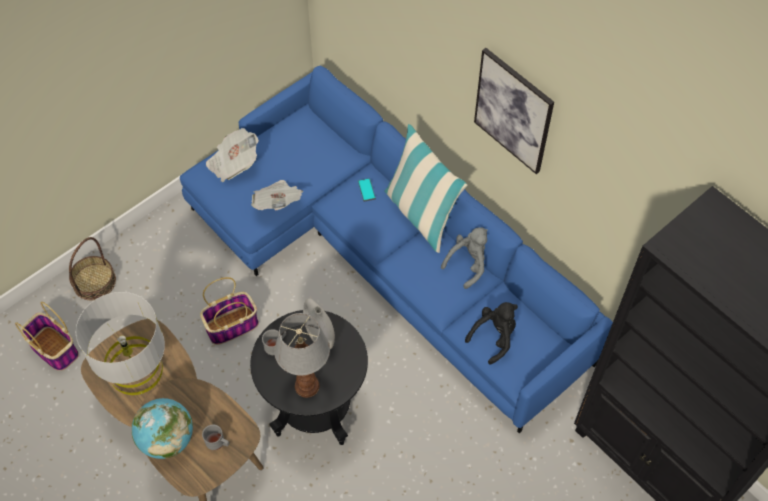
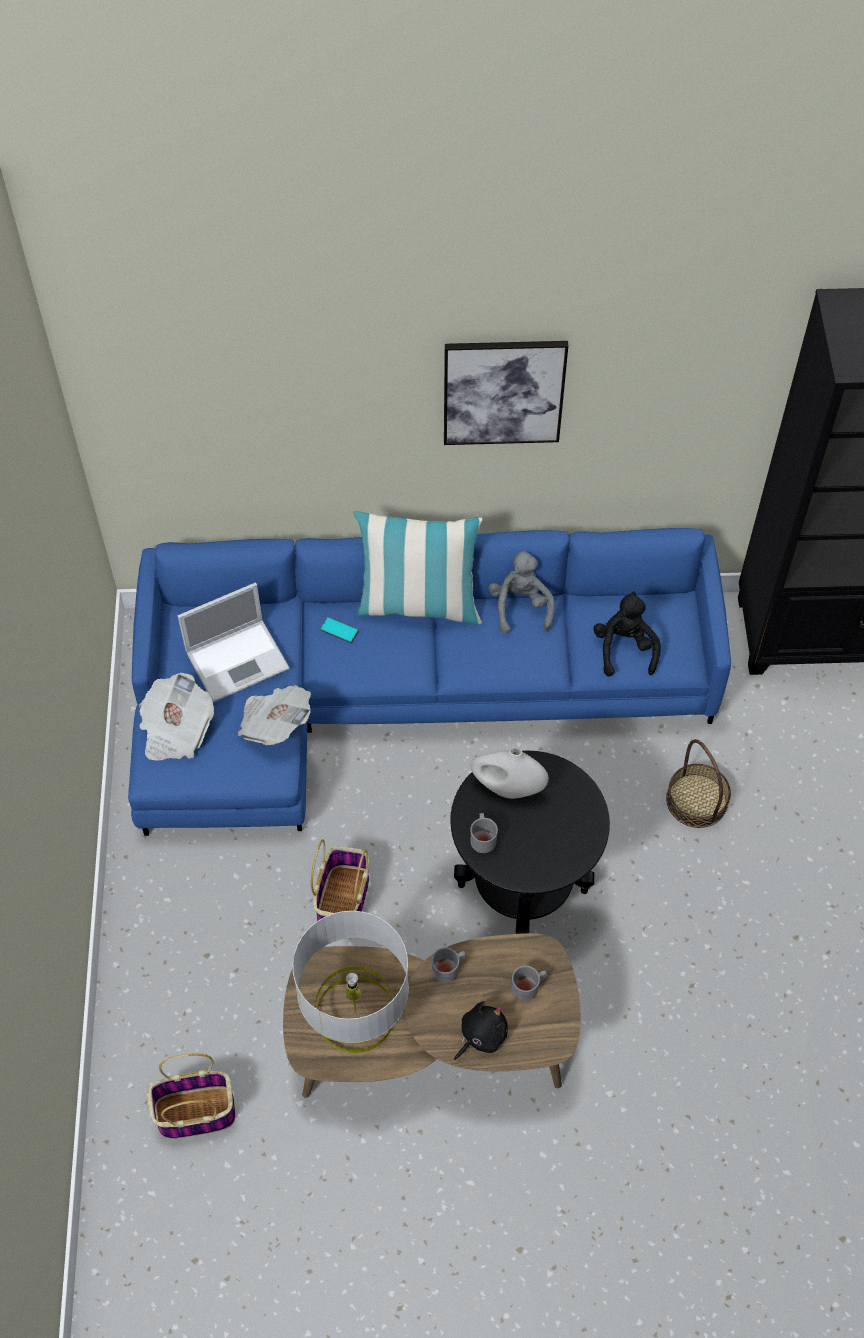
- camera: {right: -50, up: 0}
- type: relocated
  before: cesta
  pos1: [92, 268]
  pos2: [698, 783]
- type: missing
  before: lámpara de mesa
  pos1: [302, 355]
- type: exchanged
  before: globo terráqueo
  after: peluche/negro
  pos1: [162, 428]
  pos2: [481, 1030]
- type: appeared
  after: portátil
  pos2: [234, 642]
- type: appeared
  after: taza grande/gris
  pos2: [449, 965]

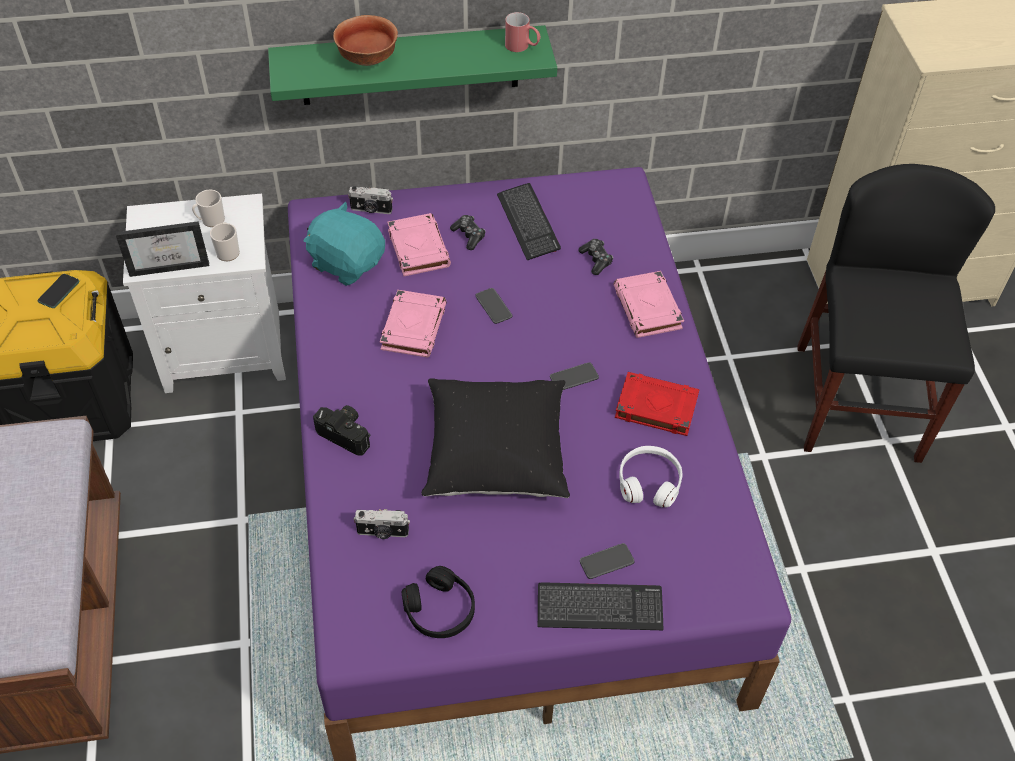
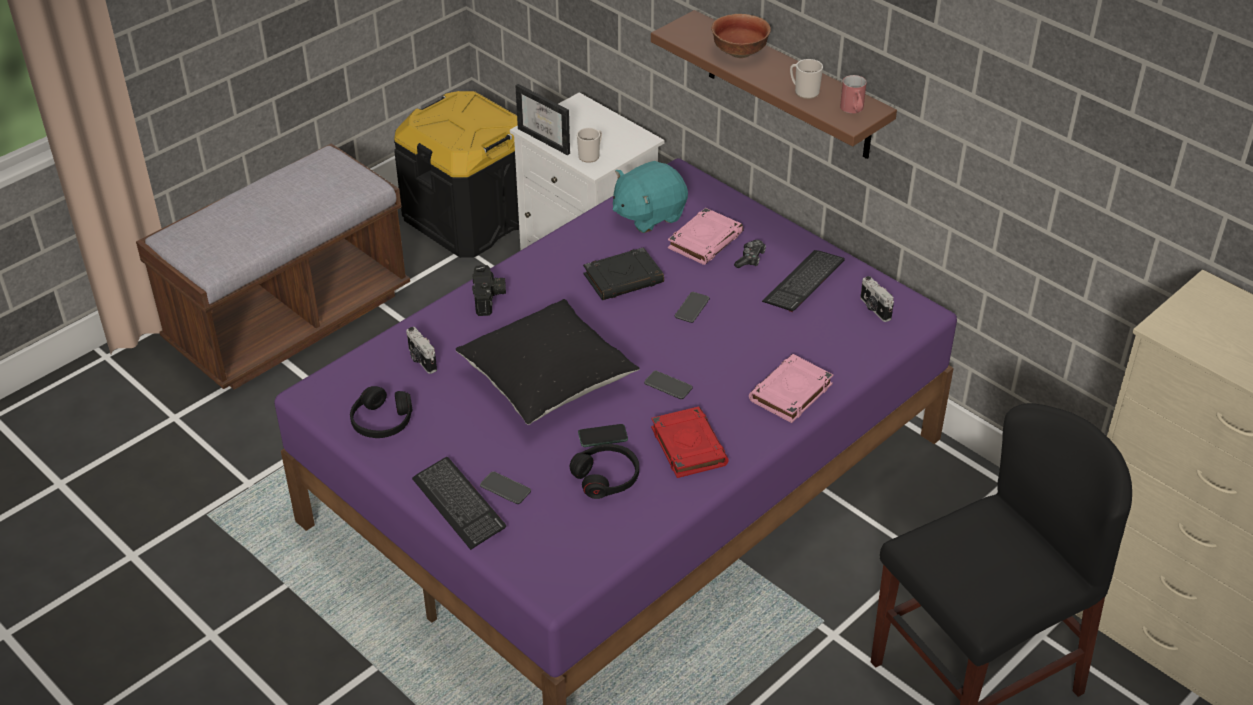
- camera: {right: 55, up: -10}
- type: colour
  before: estante/verde
  after: estante/marrón
  pos1: [412, 65]
  pos2: [774, 84]
- type: relocated
  before: cámara
  pos1: [370, 200]
  pos2: [877, 299]
- type: relocated
  before: taza grande
  pos1: [208, 208]
  pos2: [806, 79]
- type: spun
  before: peluche/turquesa
  pos1: [344, 243]
  pos2: [650, 197]
  turn: -120
- type: missing
  before: mando de consola
  pos1: [595, 257]
- type: relocated
  before: móvil
  pos1: [58, 291]
  pos2: [603, 435]
- type: colour
  before: libro/rosa
  after: libro/negro
  pos1: [413, 324]
  pos2: [623, 273]
- type: colour
  before: auriculares/blanco
  after: auriculares/negro
  pos1: [651, 477]
  pos2: [604, 471]

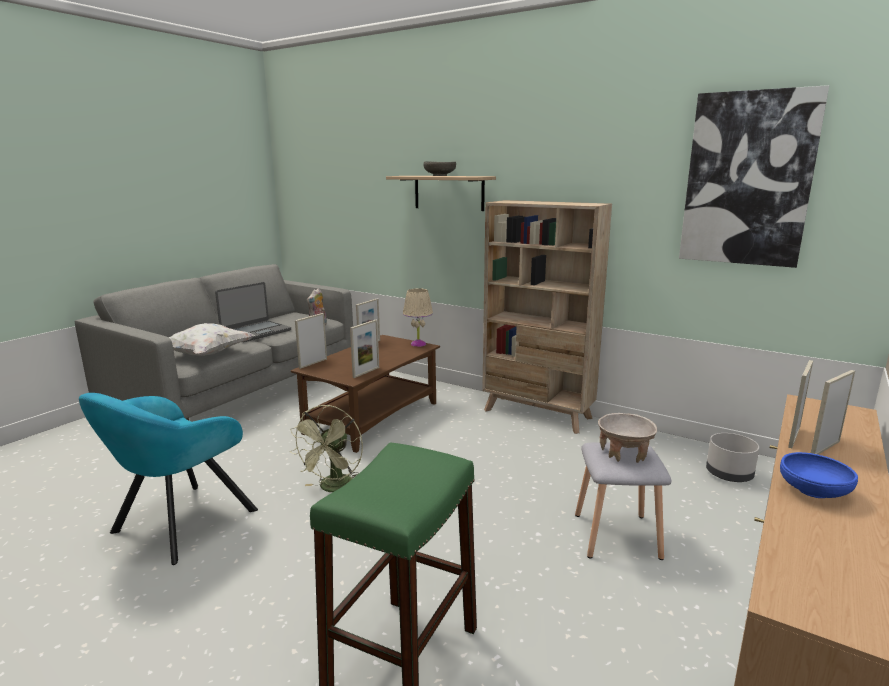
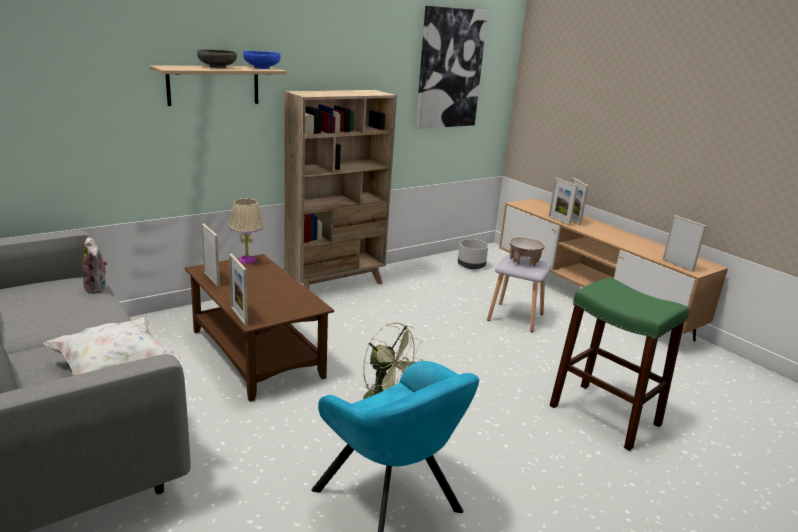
- camera: {right: -70, up: 5}
- type: missing
  before: portátil
  pos1: [253, 312]
- type: relocated
  before: portarretratos
  pos1: [364, 349]
  pos2: [684, 243]
- type: relocated
  before: cuenco/azul
  pos1: [819, 475]
  pos2: [262, 60]

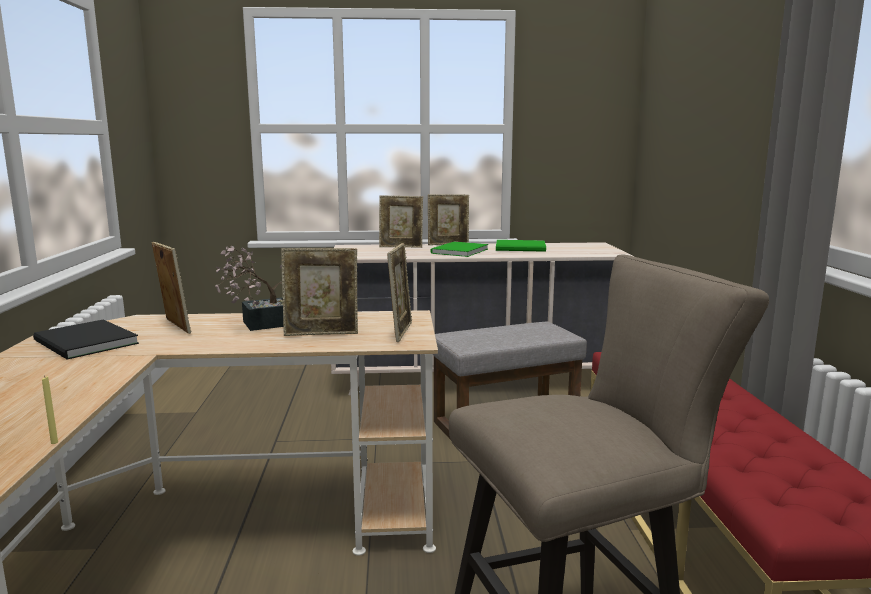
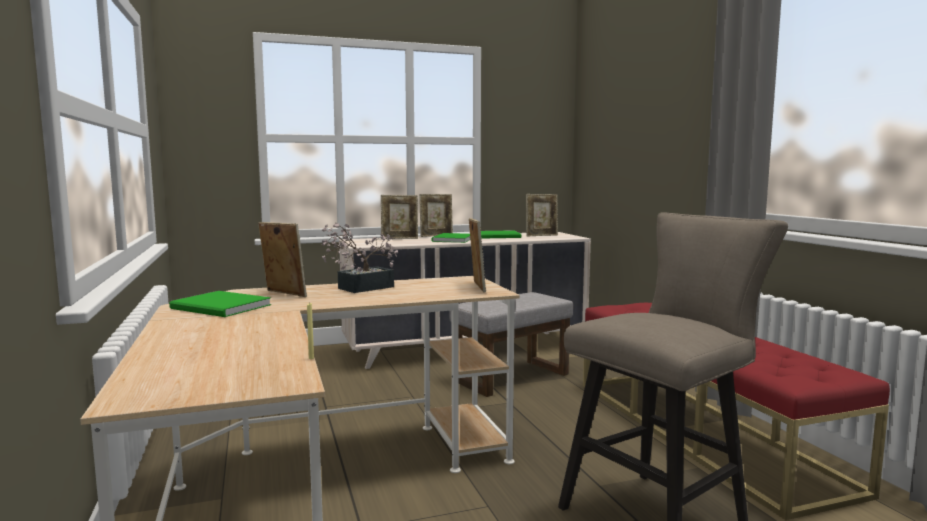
- camera: {right: -15, up: -5}
- type: relocated
  before: portarretratos
  pos1: [319, 292]
  pos2: [542, 215]
- type: colour
  before: libro/negro
  after: libro/verde
  pos1: [86, 340]
  pos2: [220, 304]

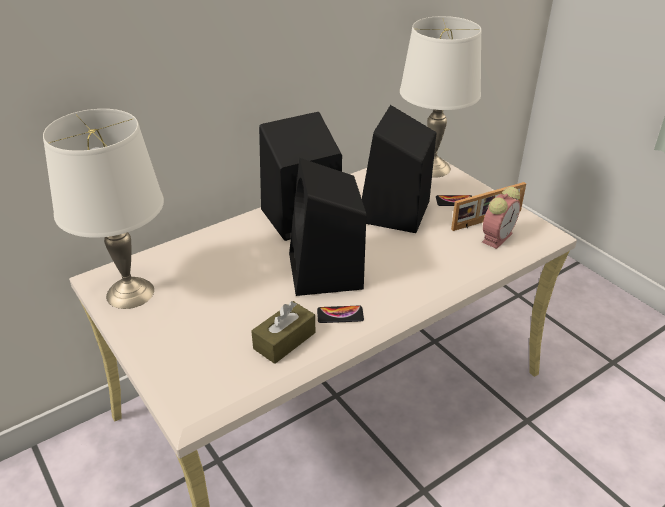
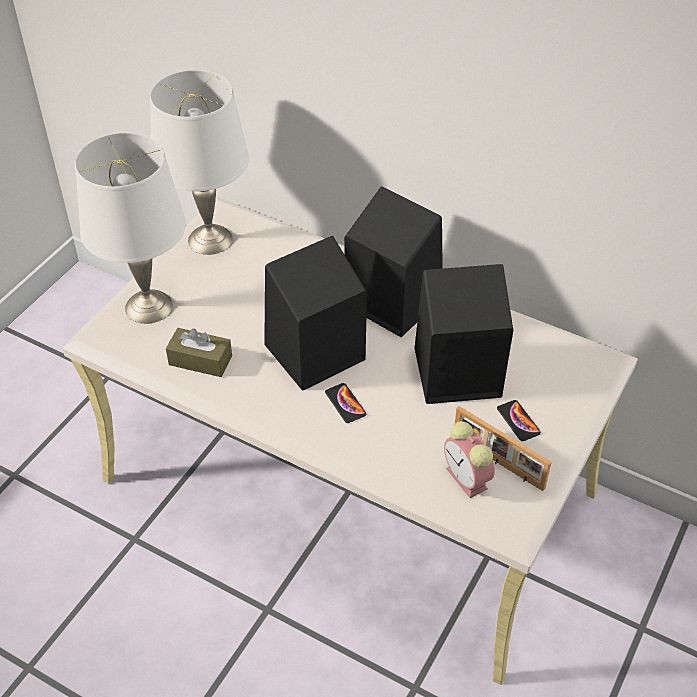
- camera: {right: 65, up: 10}
- type: relocated
  before: lámpara de mesa/blanco
  pos1: [440, 97]
  pos2: [130, 228]
- type: spun
  before: despertador
  pos1: [501, 218]
  pos2: [469, 459]
  turn: 45
- type: relocated
  before: móvil
  pos1: [340, 314]
  pos2: [345, 403]

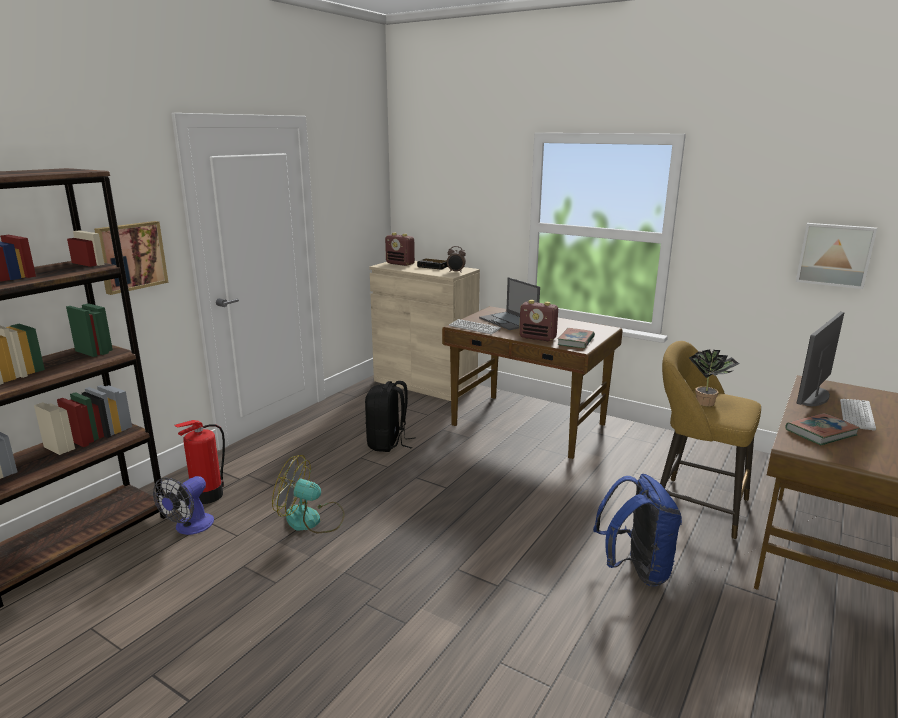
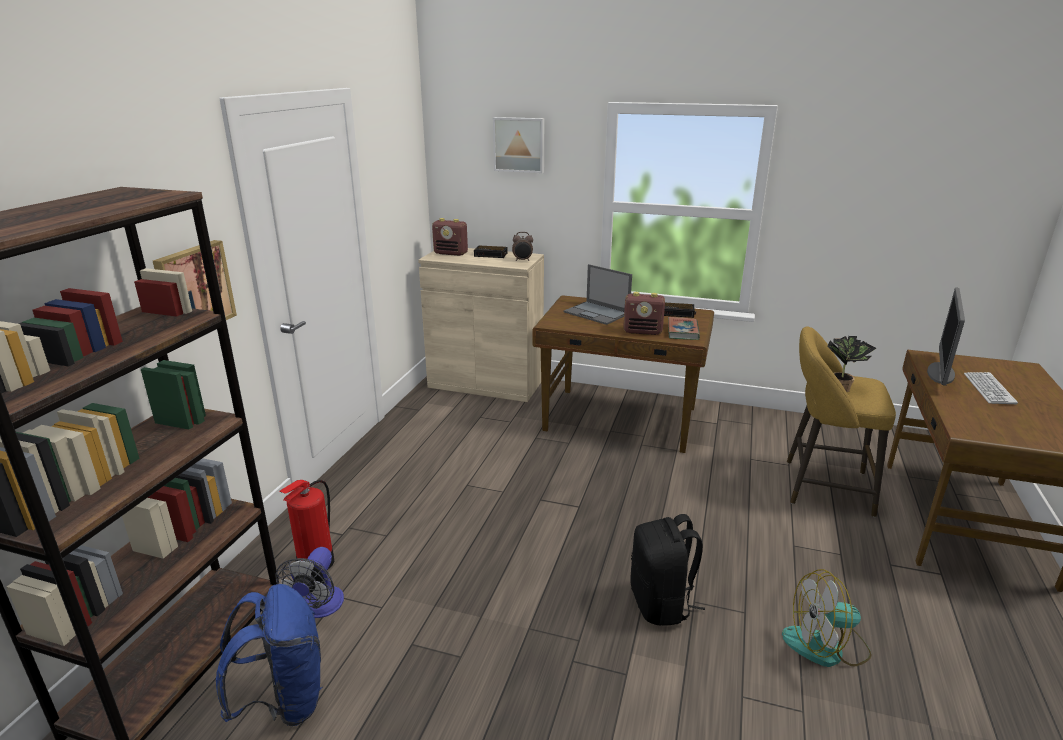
- camera: {right: -15, up: 5}
- type: relocated
  before: cuadro
  pos1: [836, 256]
  pos2: [518, 145]
- type: missing
  before: teclado
  pos1: [475, 326]
- type: relocated
  before: mochila/negro
  pos1: [390, 416]
  pos2: [668, 570]
- type: missing
  before: libro
  pos1: [822, 429]
- type: relocated
  before: ventilador
  pos1: [308, 494]
  pos2: [826, 618]
- type: relocated
  before: mochila/azul
  pos1: [637, 530]
  pos2: [269, 655]
- type: appeared
  after: despertador
  pos2: [680, 310]

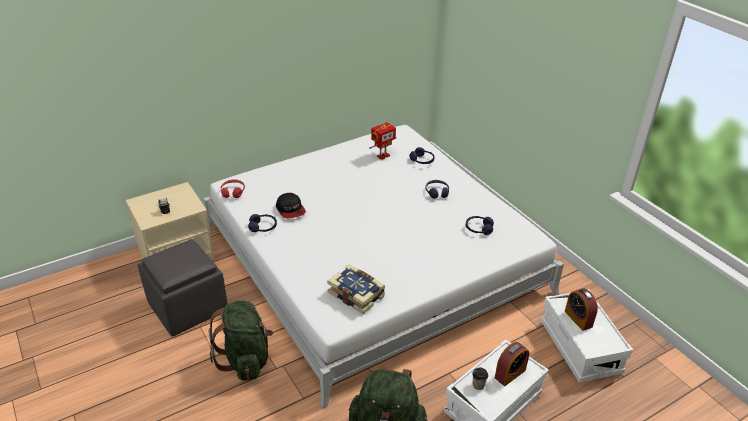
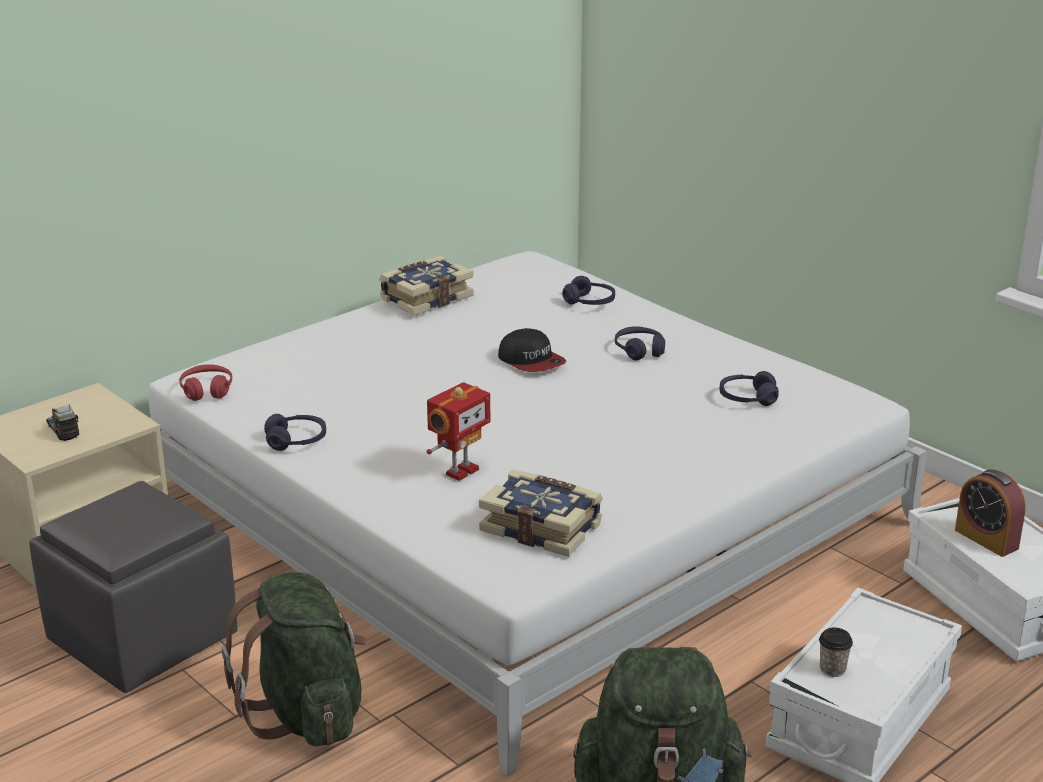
- camera: {right: -10, up: -10}
- type: relocated
  before: robot de juguete
  pos1: [383, 141]
  pos2: [458, 431]
- type: relocated
  before: gorra
  pos1: [291, 205]
  pos2: [532, 350]
- type: missing
  before: despertador
  pos1: [512, 364]
- type: appeared
  after: libro
  pos2: [426, 286]

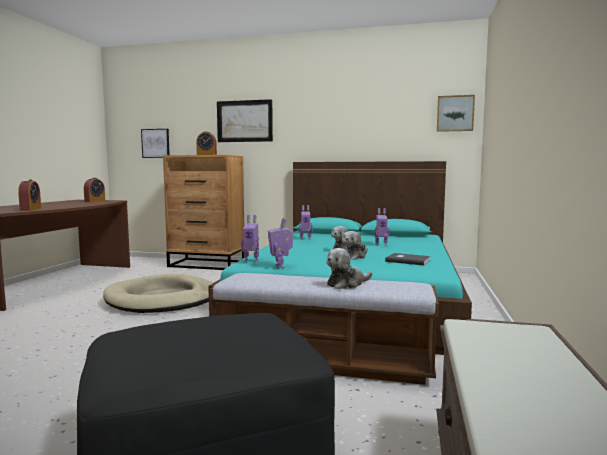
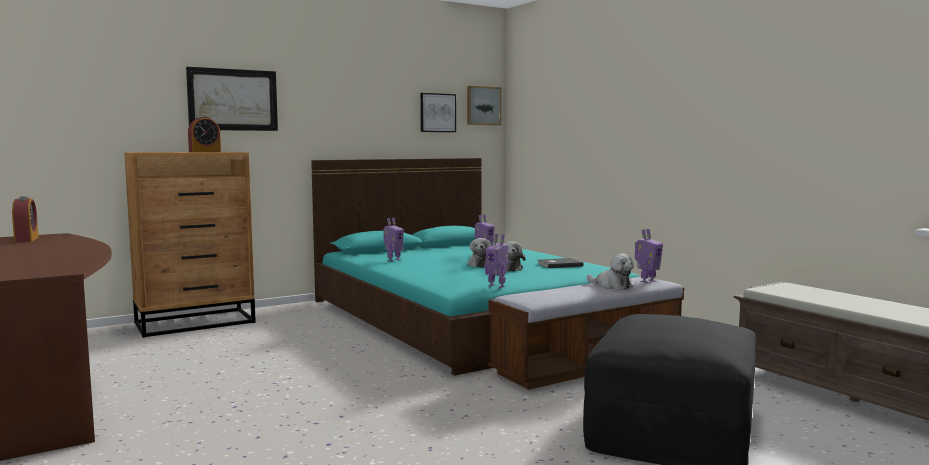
- camera: {right: -45, up: 0}
- type: relocated
  before: cuadro
  pos1: [155, 143]
  pos2: [438, 112]
- type: missing
  before: despertador
  pos1: [29, 195]
- type: relocated
  before: robot de juguete
  pos1: [250, 238]
  pos2: [649, 256]
- type: spun
  before: peluche
  pos1: [349, 268]
  pos2: [610, 272]
  turn: -60
- type: missing
  before: cama para perro/beis
  pos1: [158, 293]

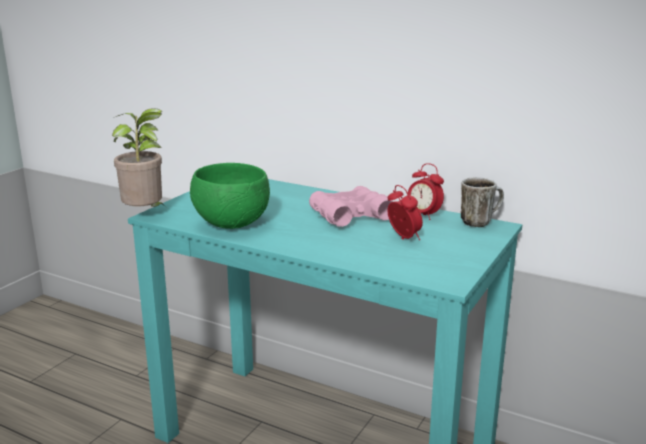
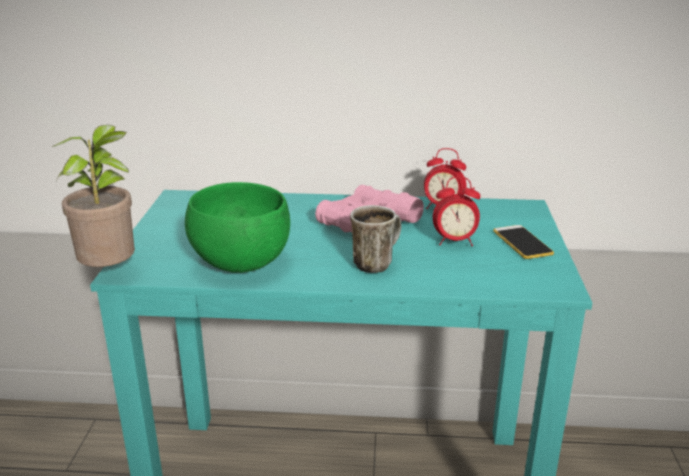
- camera: {right: -25, up: 5}
- type: relocated
  before: taza grande
  pos1: [482, 202]
  pos2: [376, 239]
- type: spun
  before: despertador
  pos1: [405, 212]
  pos2: [456, 211]
  turn: 150
- type: appeared
  after: móvil
  pos2: [523, 242]

